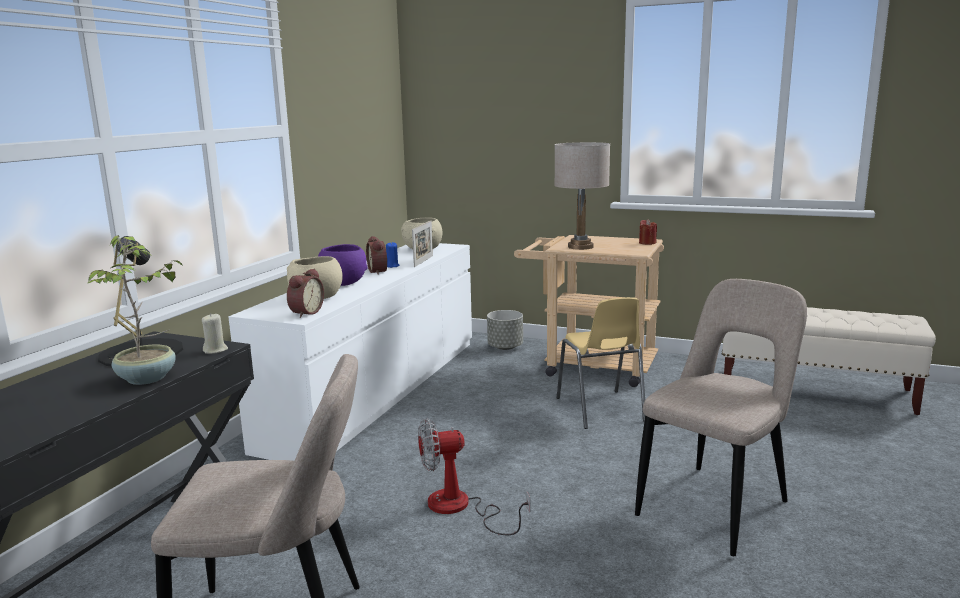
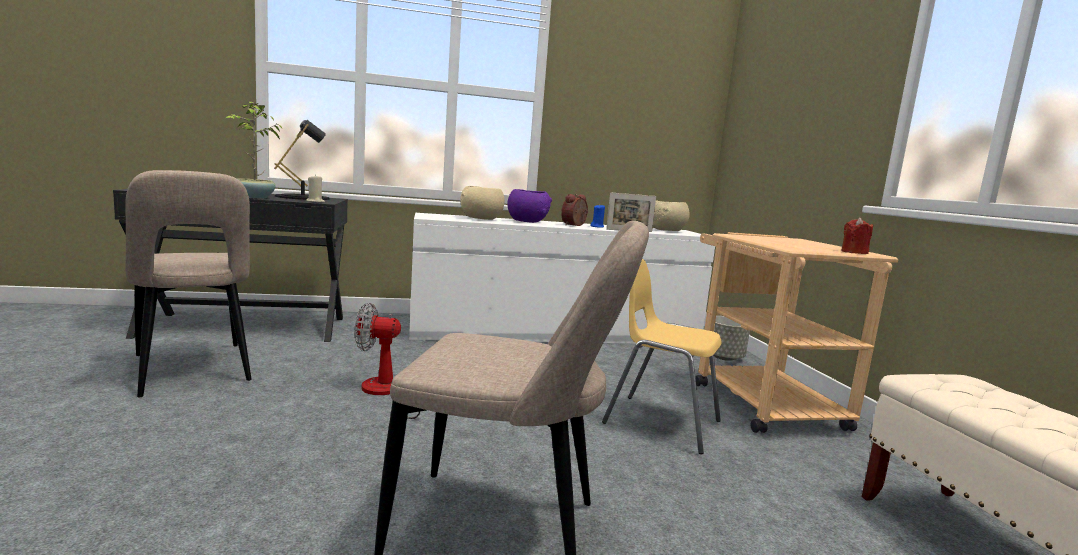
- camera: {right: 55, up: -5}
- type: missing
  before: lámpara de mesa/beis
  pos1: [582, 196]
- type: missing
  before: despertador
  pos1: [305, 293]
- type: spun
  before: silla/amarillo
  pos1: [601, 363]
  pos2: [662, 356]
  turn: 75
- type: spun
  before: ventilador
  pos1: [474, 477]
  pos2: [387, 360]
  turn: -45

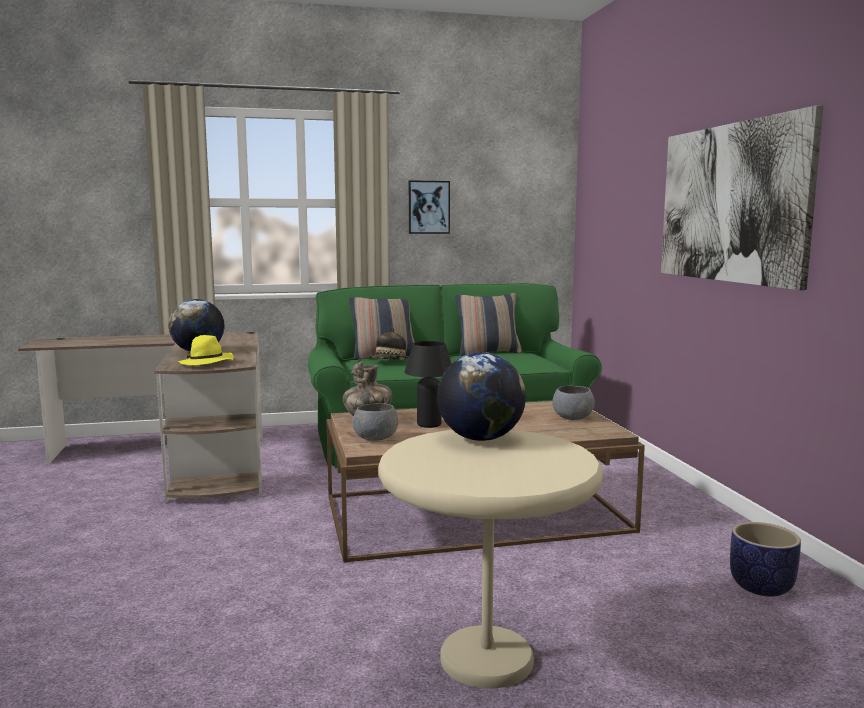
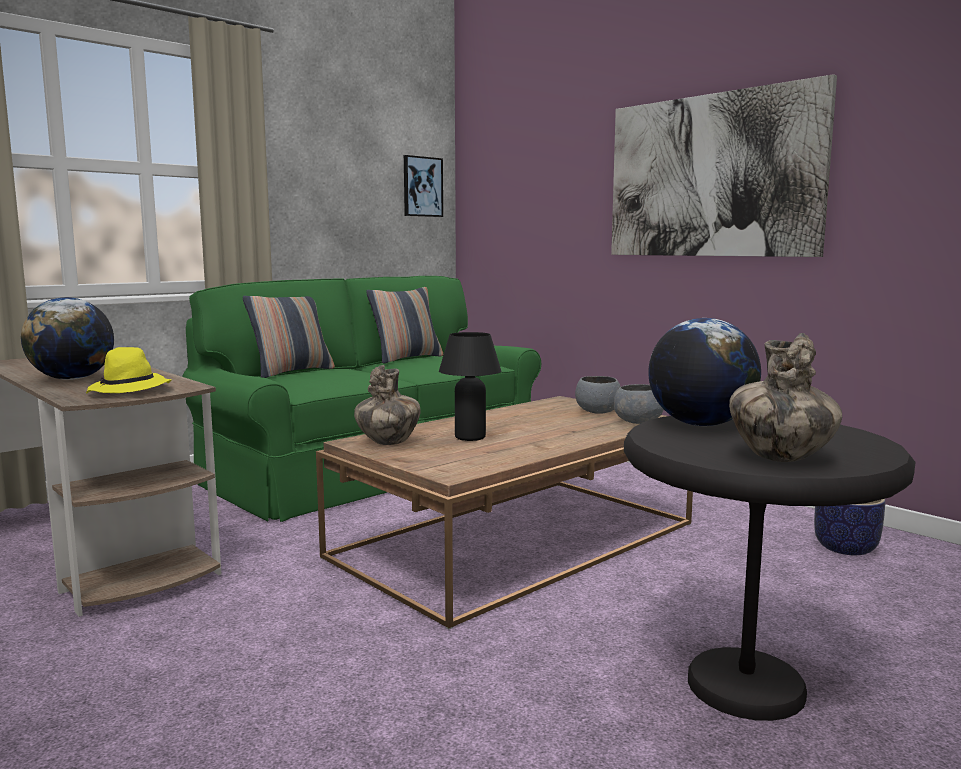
- camera: {right: -30, up: 0}
- type: relocated
  before: cuadro
  pos1: [429, 207]
  pos2: [423, 186]
- type: missing
  before: sombrero
  pos1: [390, 344]
- type: relocated
  before: cuenco/gris
  pos1: [375, 422]
  pos2: [639, 404]
- type: colour
  before: mesa auxiliar/beis
  after: mesa auxiliar/negro
  pos1: [490, 559]
  pos2: [769, 568]
- type: appeared
  after: florero
  pos2: [785, 397]

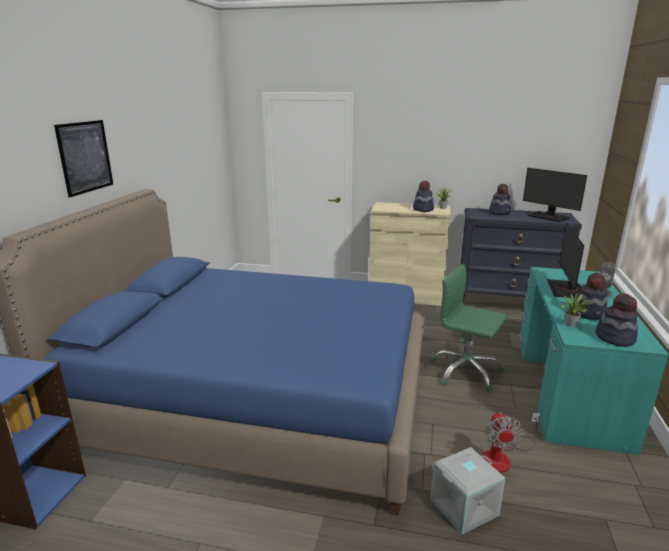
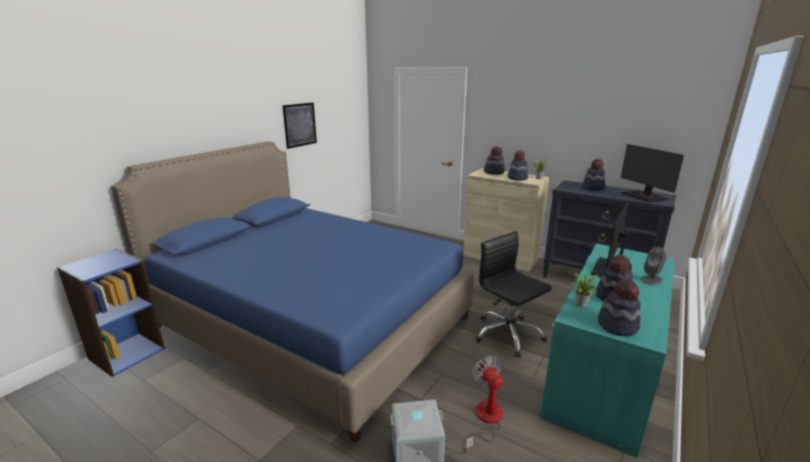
- camera: {right: 20, up: 0}
- type: relocated
  before: cuadro
  pos1: [83, 158]
  pos2: [299, 126]
- type: colour
  before: silla de oficina/verde
  after: silla de oficina/negro
  pos1: [469, 328]
  pos2: [513, 294]
- type: spun
  before: ventilador
  pos1: [510, 442]
  pos2: [483, 404]
  turn: 135
- type: appeared
  after: sombrero
  pos2: [494, 160]

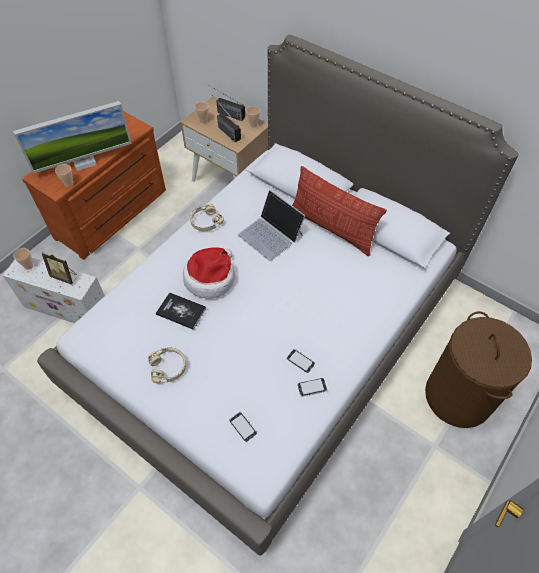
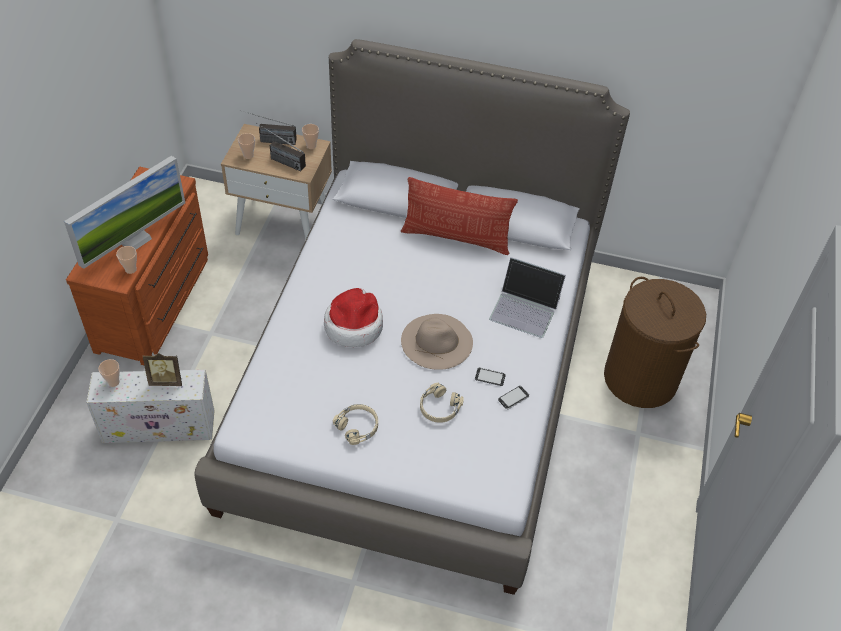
- camera: {right: -25, up: -5}
- type: relocated
  before: portátil
  pos1: [272, 225]
  pos2: [527, 297]
- type: relocated
  before: auriculares/beis
  pos1: [207, 217]
  pos2: [442, 403]
- type: missing
  before: libro
  pos1: [181, 311]
- type: missing
  before: móvil
  pos1: [243, 427]
- type: appeared
  after: sombrero/beis
  pos2: [437, 342]

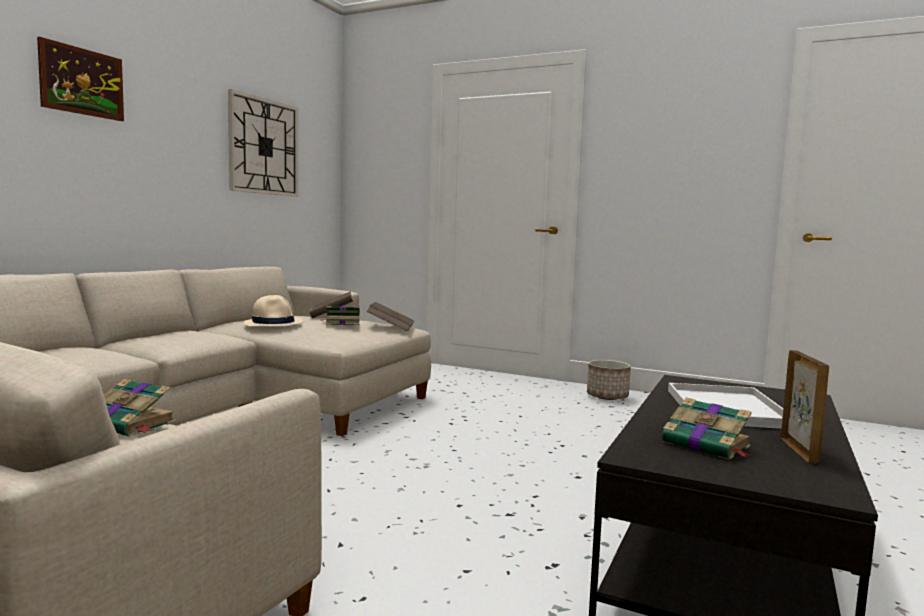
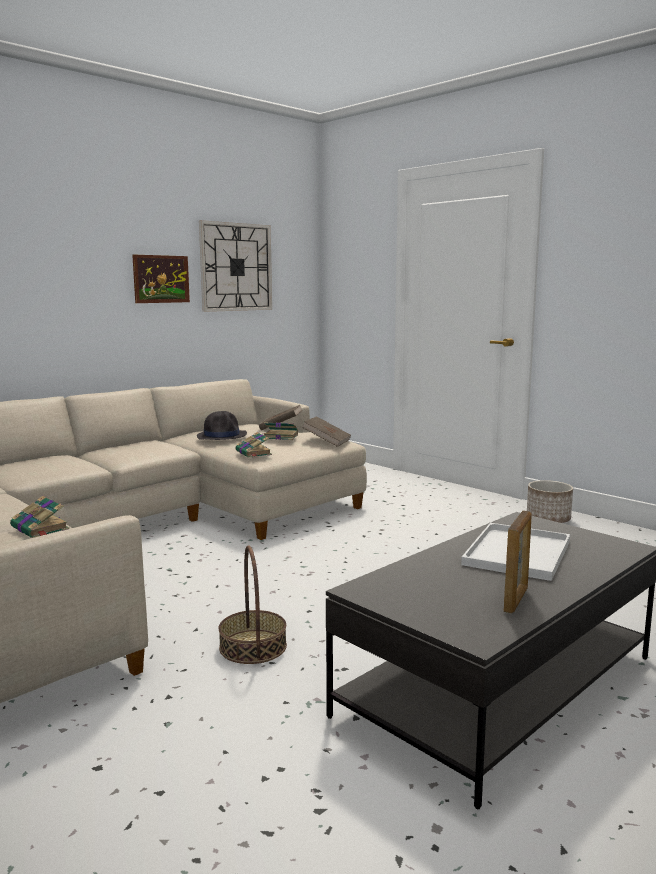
- camera: {right: 20, up: 5}
- type: relocated
  before: cuadro
  pos1: [80, 79]
  pos2: [161, 279]
- type: colour
  before: sombrero/beis
  after: sombrero/negro
  pos1: [273, 311]
  pos2: [222, 425]
- type: relocated
  before: libro
  pos1: [707, 429]
  pos2: [254, 445]
- type: appeared
  after: cesta
  pos2: [253, 605]

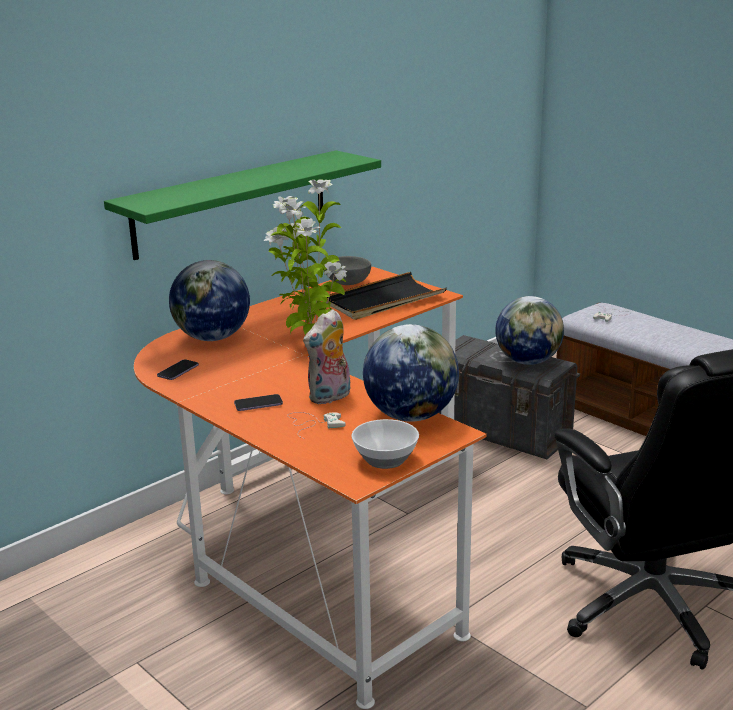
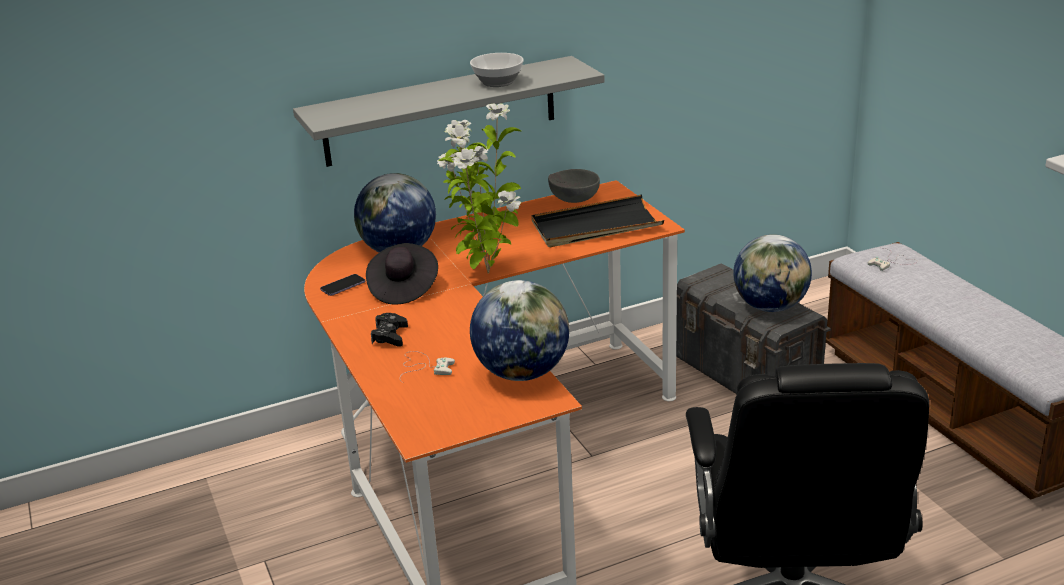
- camera: {right: 20, up: 5}
- type: colour
  before: estante/verde
  after: estante/gris
  pos1: [242, 205]
  pos2: [449, 111]
- type: missing
  before: peluche
  pos1: [327, 356]
- type: exchanged
  before: móvil
  after: mando de consola/negro
  pos1: [258, 402]
  pos2: [389, 330]
- type: relocated
  before: cuenco
  pos1: [385, 444]
  pos2: [497, 70]
- type: appeared
  after: sombrero/negro
  pos2: [402, 273]

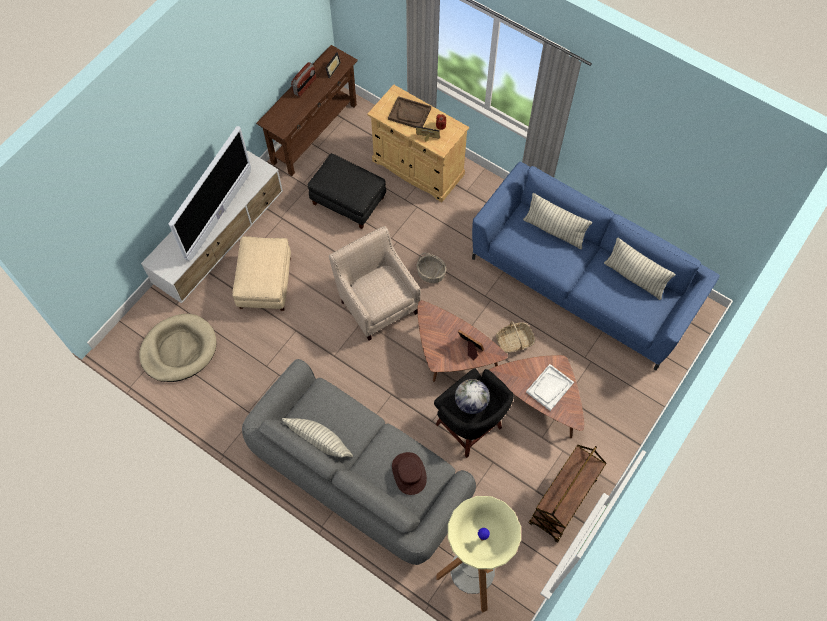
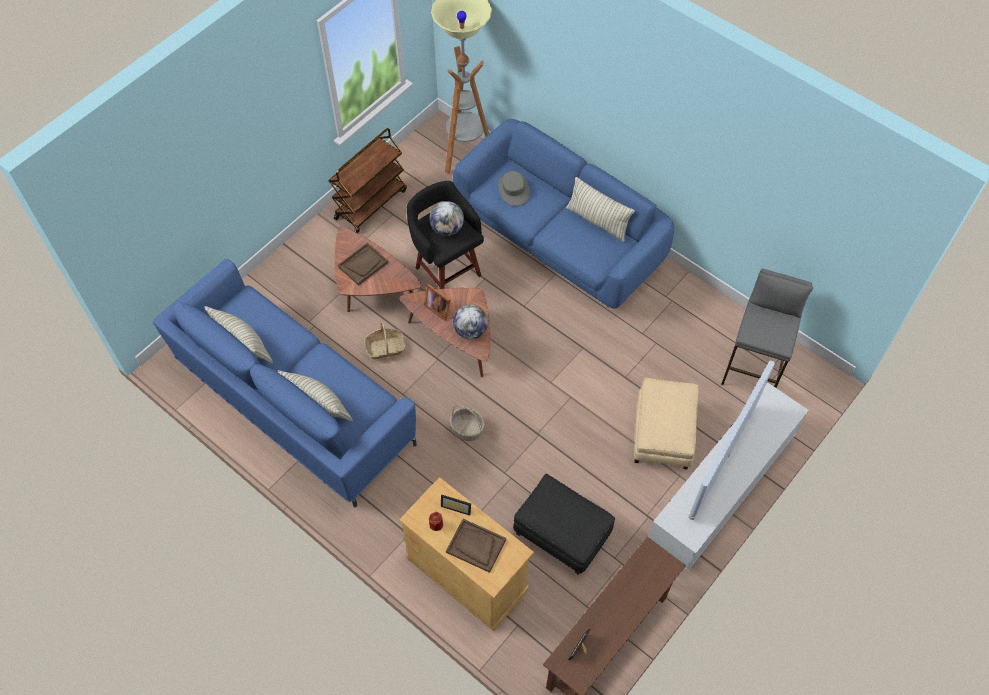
- camera: {right: -175, up: -5}
- type: missing
  before: radio
  pos1: [303, 79]
- type: missing
  before: sillón/beis
  pos1: [375, 283]
- type: exchanged
  before: cama para perro/beis
  after: taburete/gris
  pos1: [177, 348]
  pos2: [767, 328]
- type: colour
  before: sofá/gris
  after: sofá/azul
  pos1: [359, 462]
  pos2: [563, 214]
- type: colour
  before: bandeja/blanco
  after: bandeja/marrón
  pos1: [550, 387]
  pos2: [363, 264]
- type: colour
  before: sombrero/marrón
  after: sombrero/gris
  pos1: [409, 473]
  pos2: [514, 188]
- type: appeared
  after: globo terráqueo
  pos2: [470, 322]

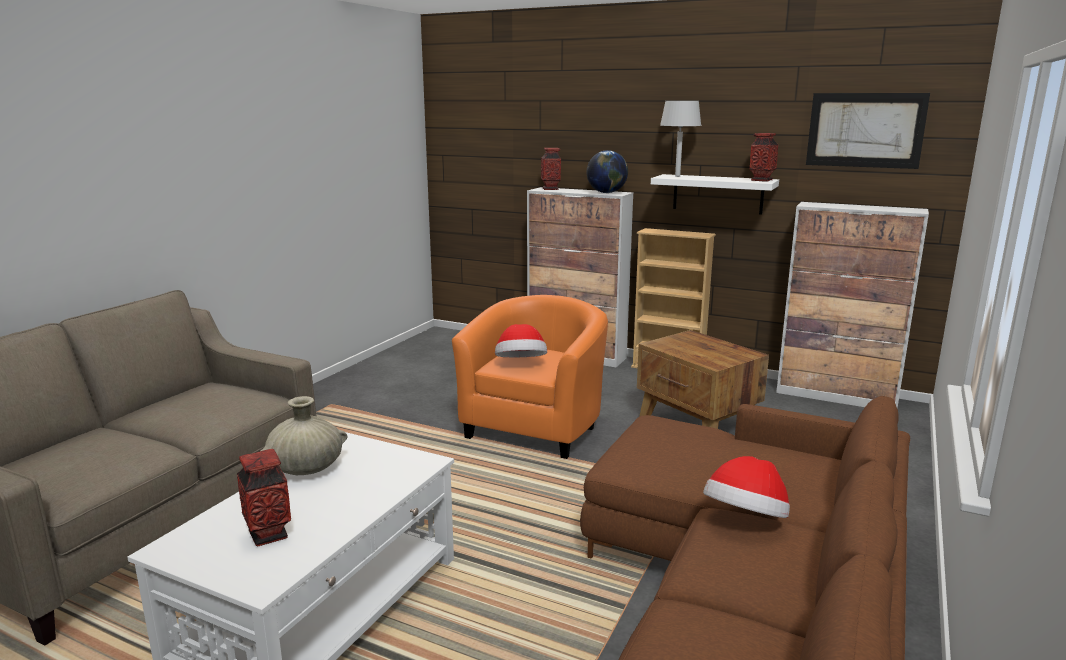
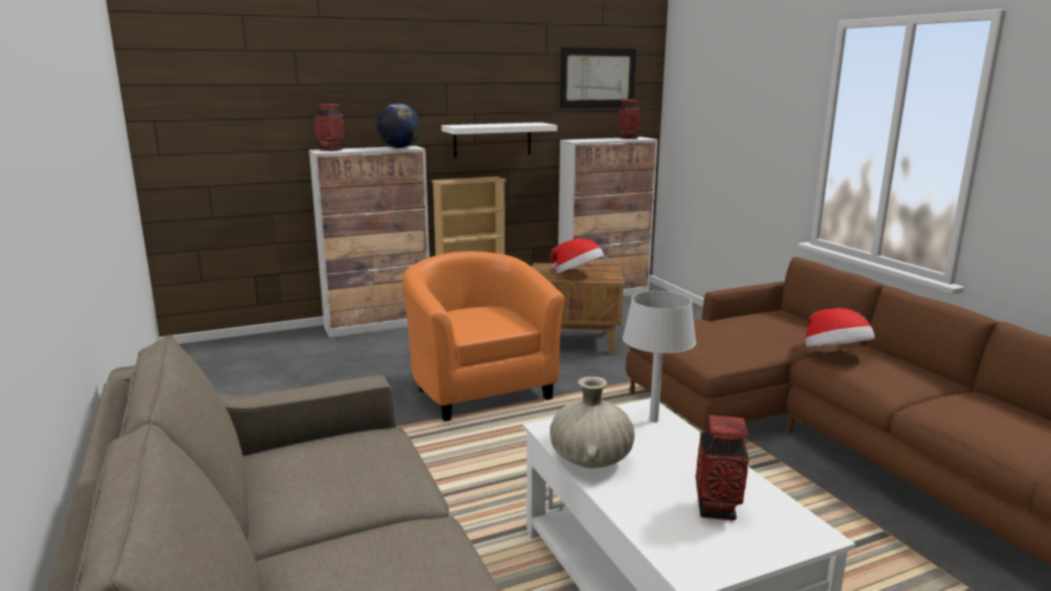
- camera: {right: -50, up: 0}
- type: relocated
  before: lámpara de mesa/gris
  pos1: [680, 139]
  pos2: [659, 356]
- type: relocated
  before: florero
  pos1: [764, 157]
  pos2: [629, 119]
- type: relocated
  before: sombrero
  pos1: [521, 340]
  pos2: [577, 256]

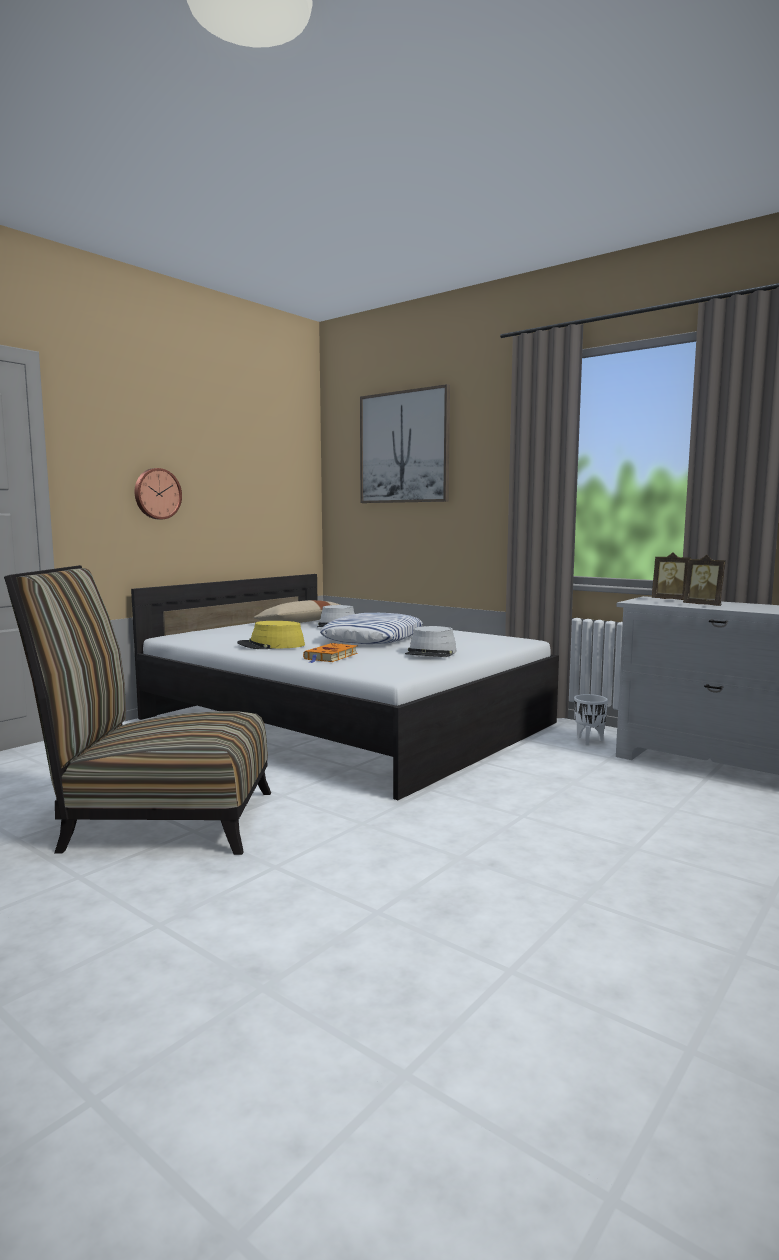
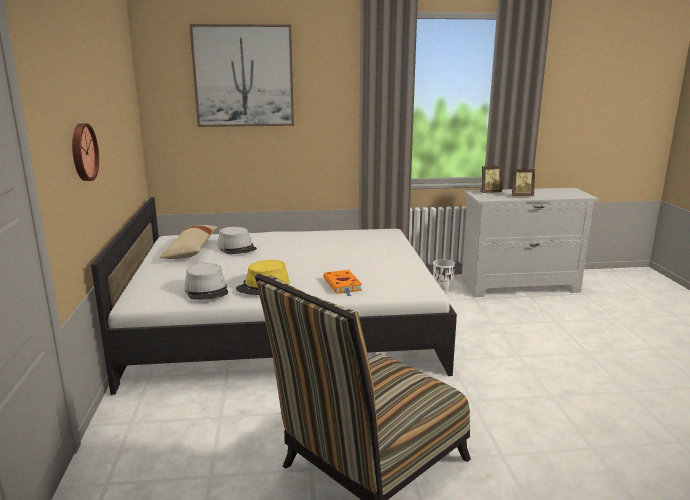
- camera: {right: -45, up: 10}
- type: missing
  before: cojín
  pos1: [371, 628]
- type: relocated
  before: sombrero/gris
  pos1: [431, 641]
  pos2: [206, 281]

